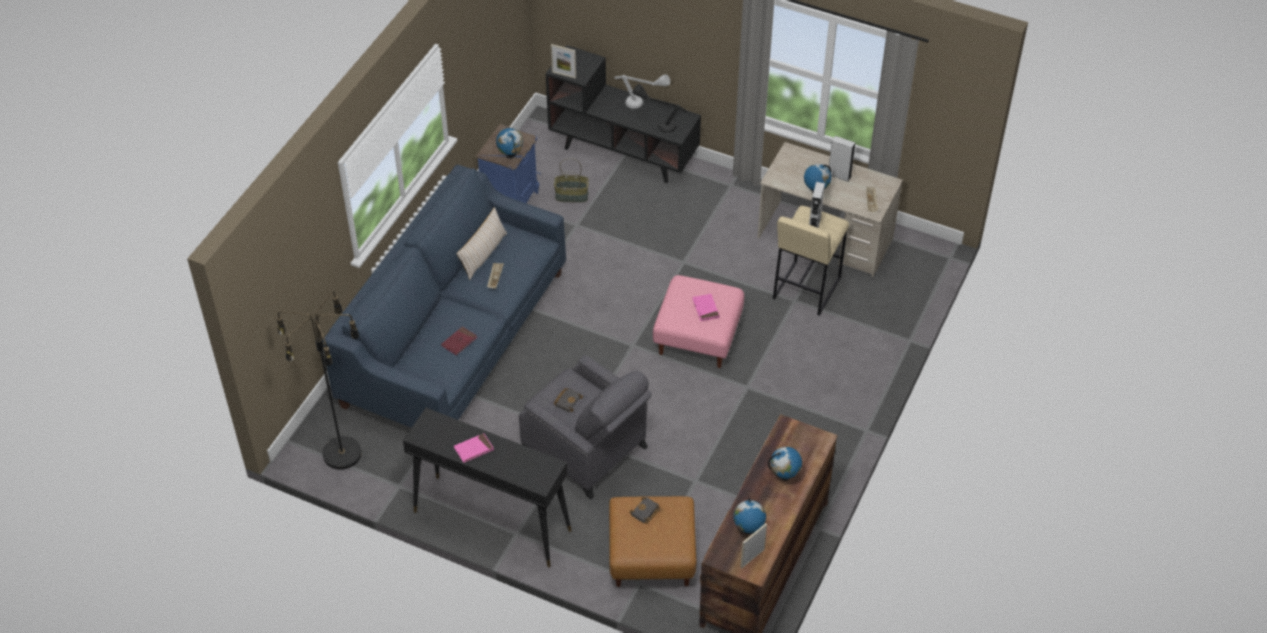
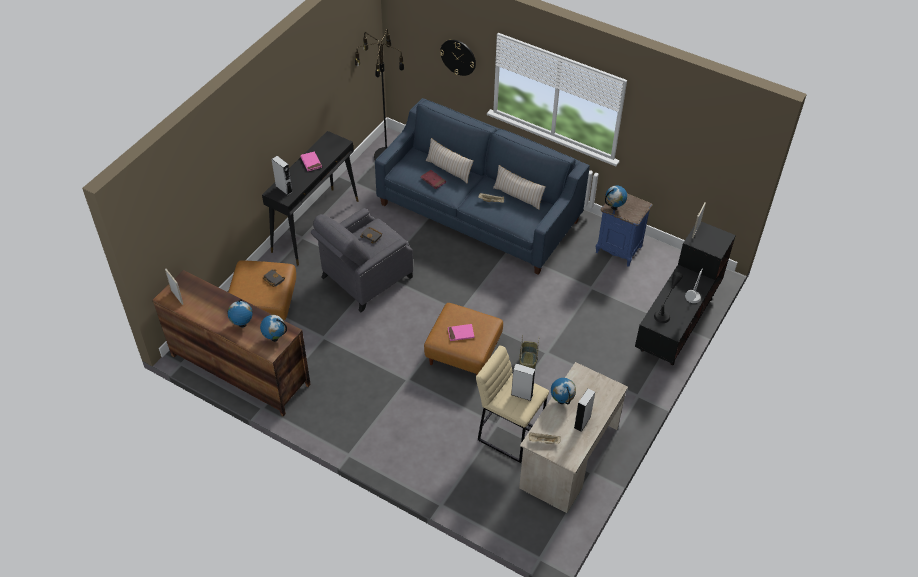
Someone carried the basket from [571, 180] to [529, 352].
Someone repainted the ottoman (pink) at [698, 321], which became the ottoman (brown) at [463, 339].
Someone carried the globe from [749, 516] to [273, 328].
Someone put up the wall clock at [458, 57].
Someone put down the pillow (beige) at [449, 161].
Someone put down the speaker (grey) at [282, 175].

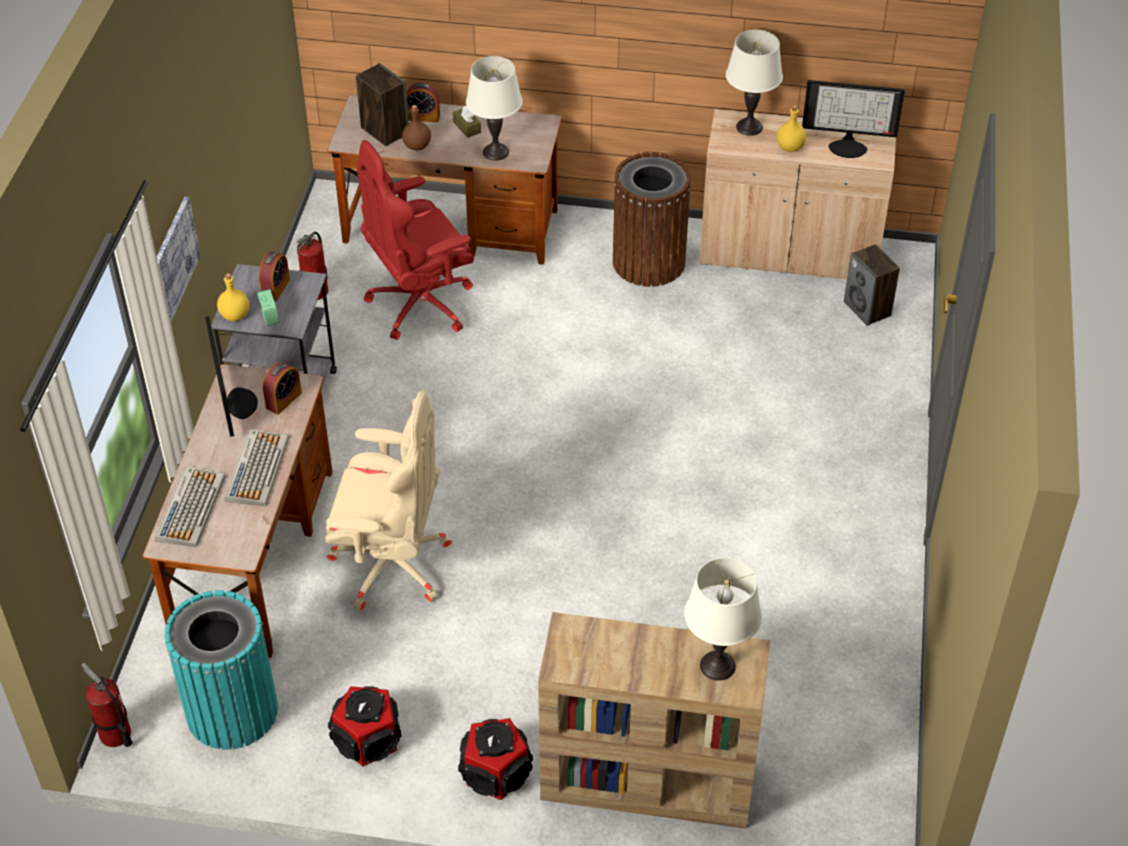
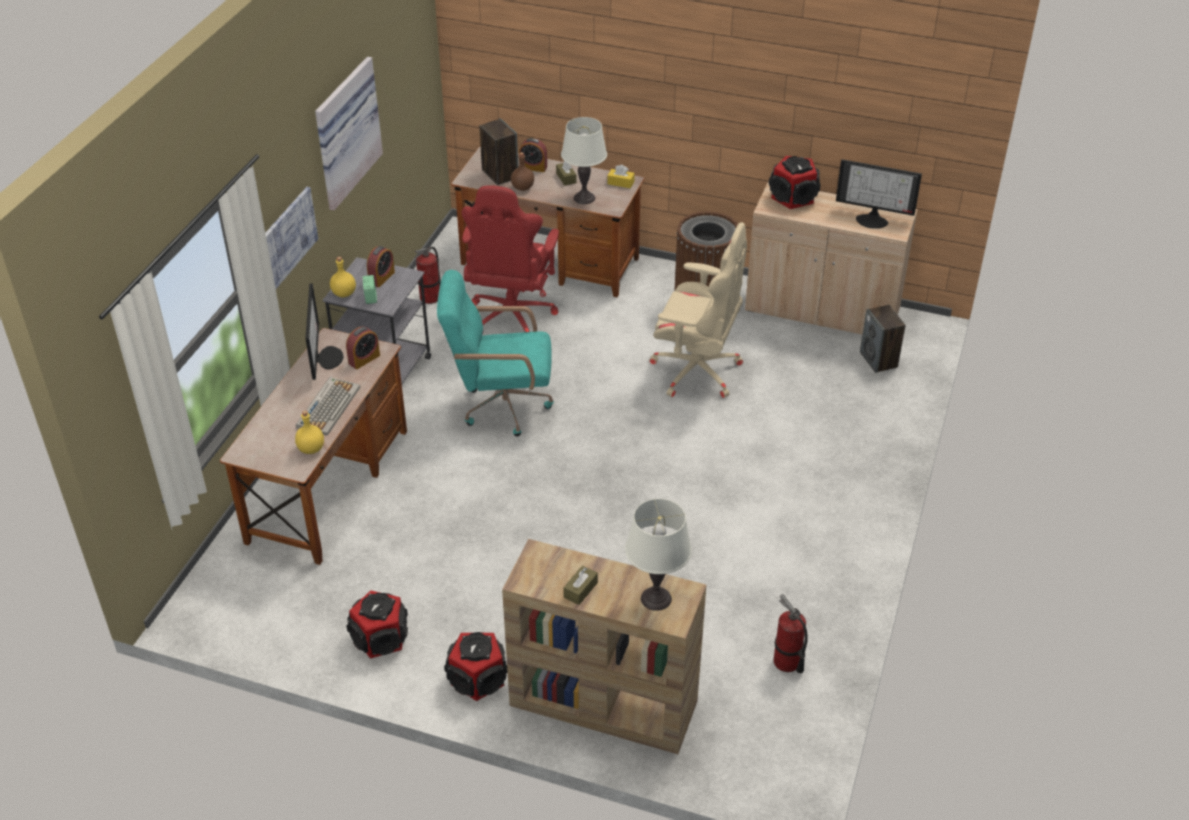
Someone swapped the table lamp (white) at [754, 83] for the speaker at [795, 182].
Someone carried the bottle (yellow) from [791, 128] to [309, 432].
Someone rotated the office chair (red) at [415, 240] by 60 degrees counterclockwise.
Someone carried the office chair (beige) from [388, 500] to [698, 310].
Someone took away the keyboard at [190, 506].
Someone took away the trash can (turquoise) at [221, 670].
Someone carried the fire extinguisher from [107, 705] to [791, 633].
Someone put up the picture at [349, 133].
Someone put down the tissue box (yellow) at [621, 176].
Someone put down the office chair (turquoise) at [495, 353].
Someone put down the tissue box (brown) at [580, 585].

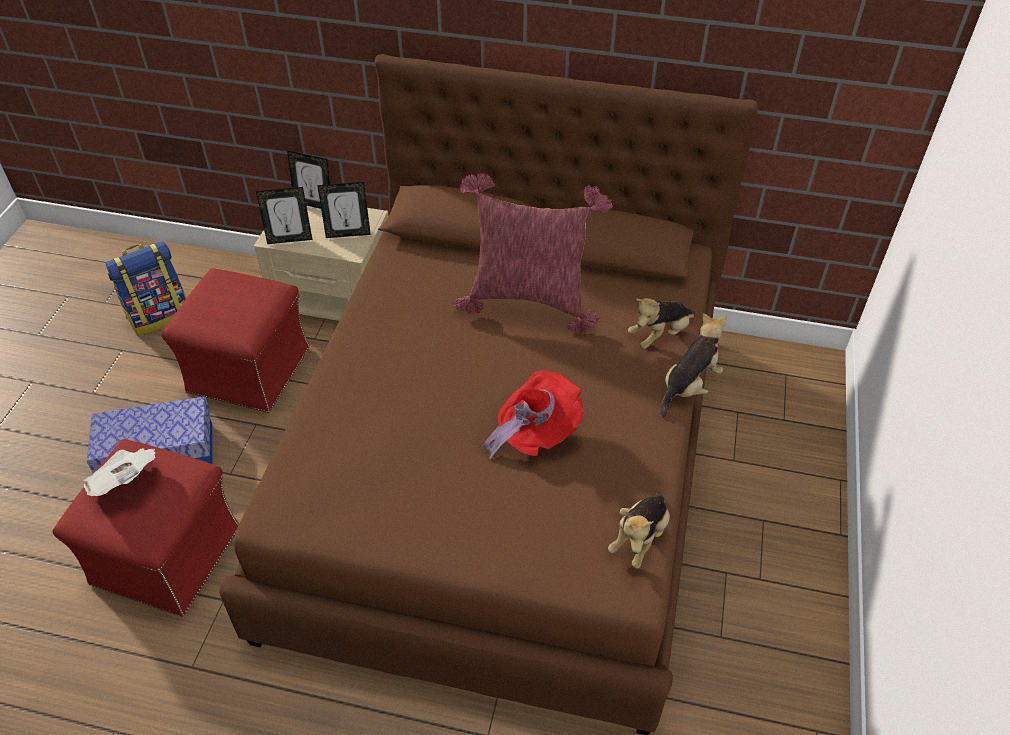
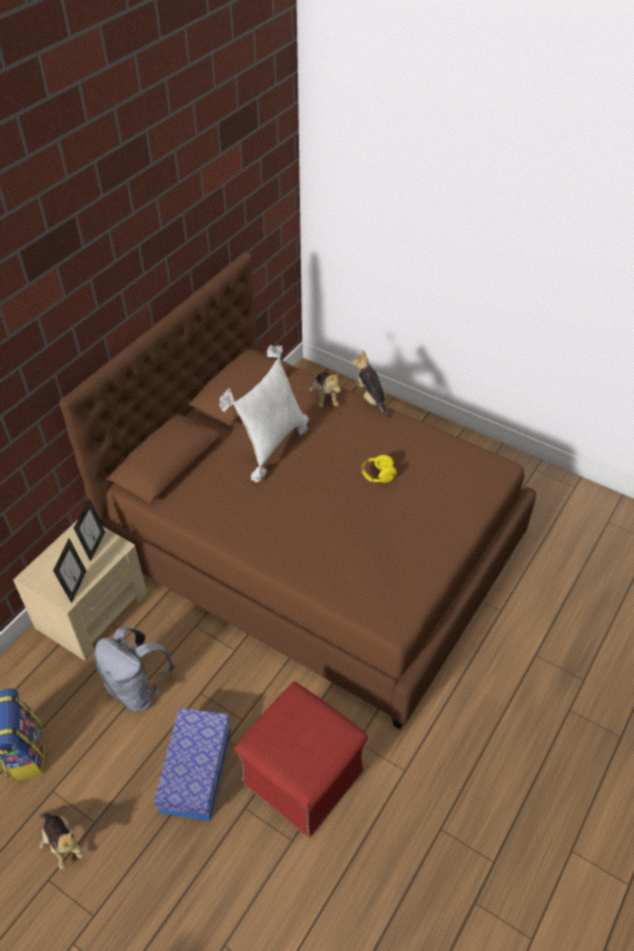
Someone took away the picture frame at [308, 179].
Someone repainted the pillow (red) at [532, 253], which became the pillow (white) at [264, 414].
Someone swapped the ottoman (red) at [235, 340] for the backpack (grey) at [134, 669].
Someone swapped the hat (red) at [532, 415] for the headphones (yellow) at [379, 469].
Someone took away the newspaper at [119, 472].
Someone carried the plush toy from [639, 530] to [61, 841].

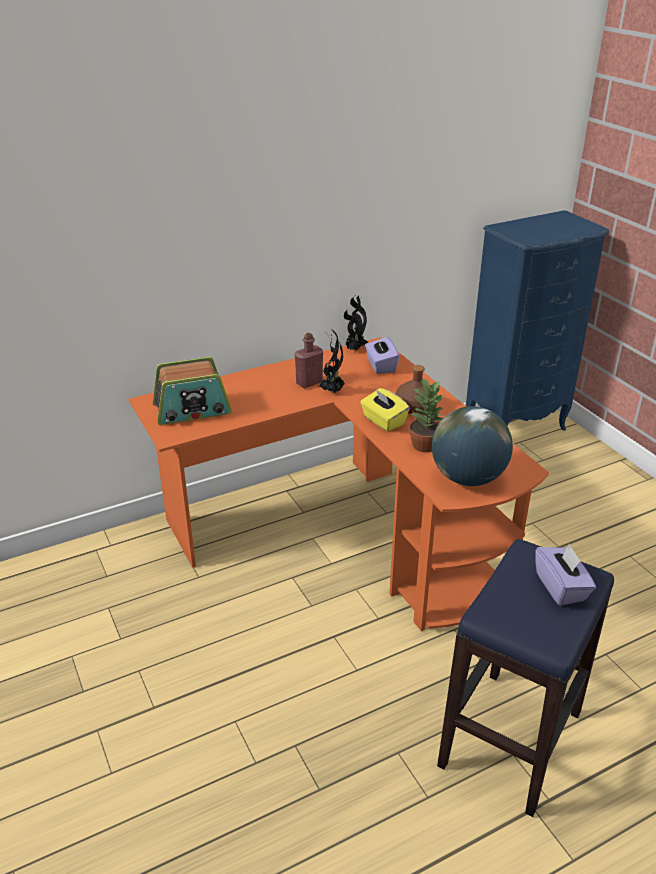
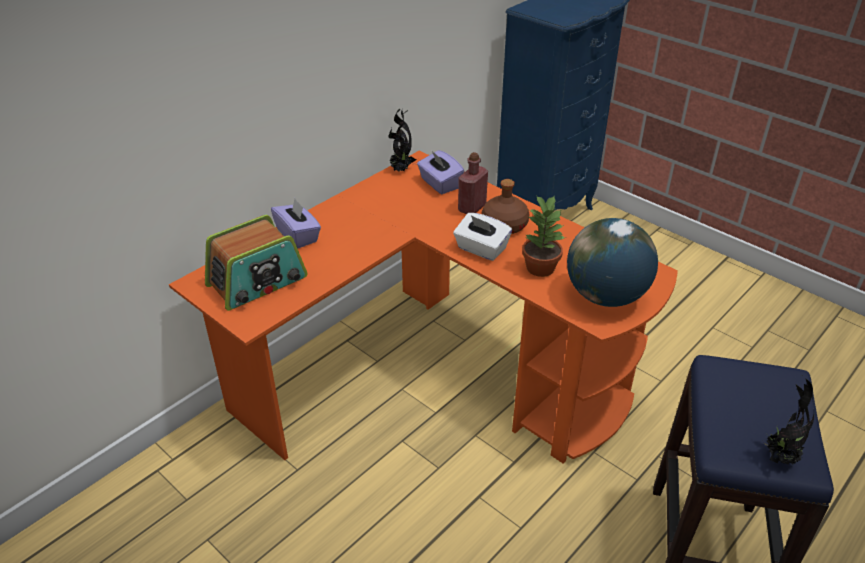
Someone carried the potted plant from [332, 361] to [788, 420].
Someone carried the bottle (red) from [309, 360] to [473, 183].
Someone repainted the tissue box (yellow) at [384, 410], which became the tissue box (white) at [482, 237].
Someone carried the tissue box (purple) from [565, 574] to [296, 224].

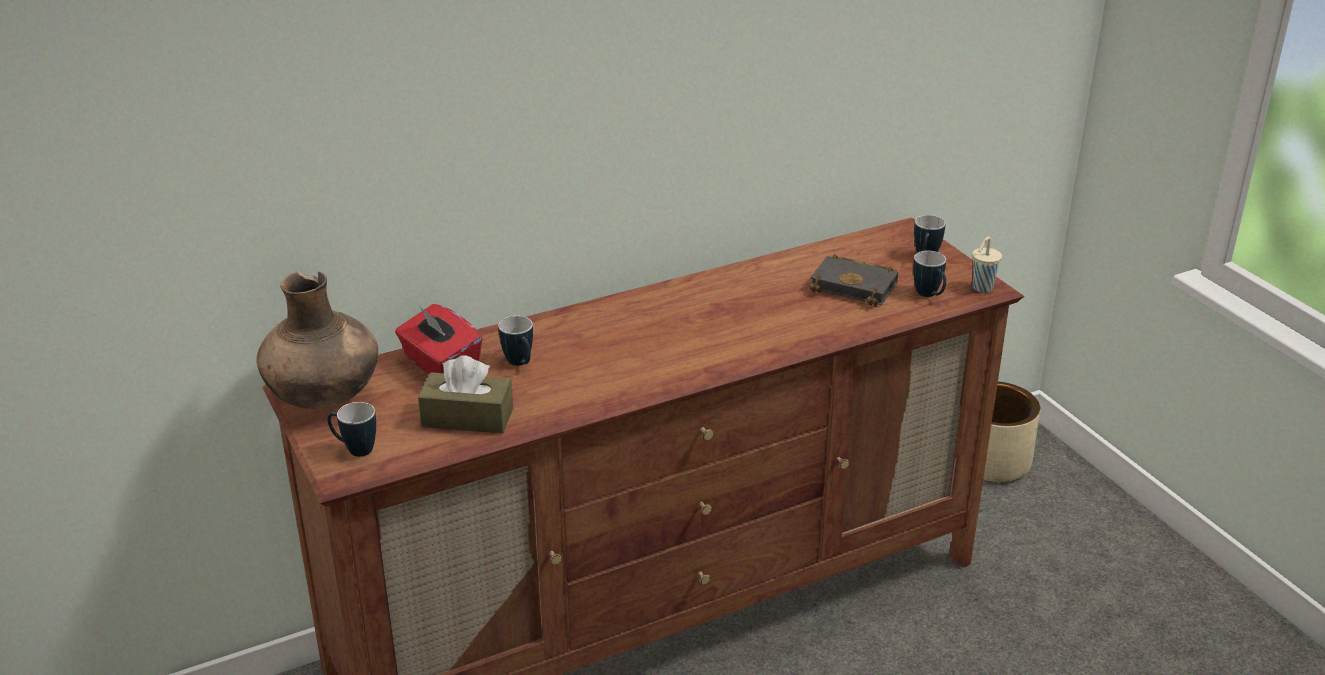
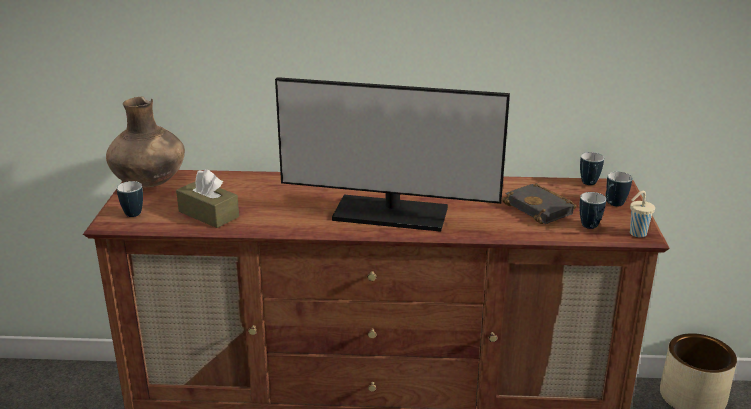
Someone took away the tissue box (red) at [438, 339].
Someone carried the mug from [515, 341] to [592, 168].
Someone put down the monitor at [392, 154].

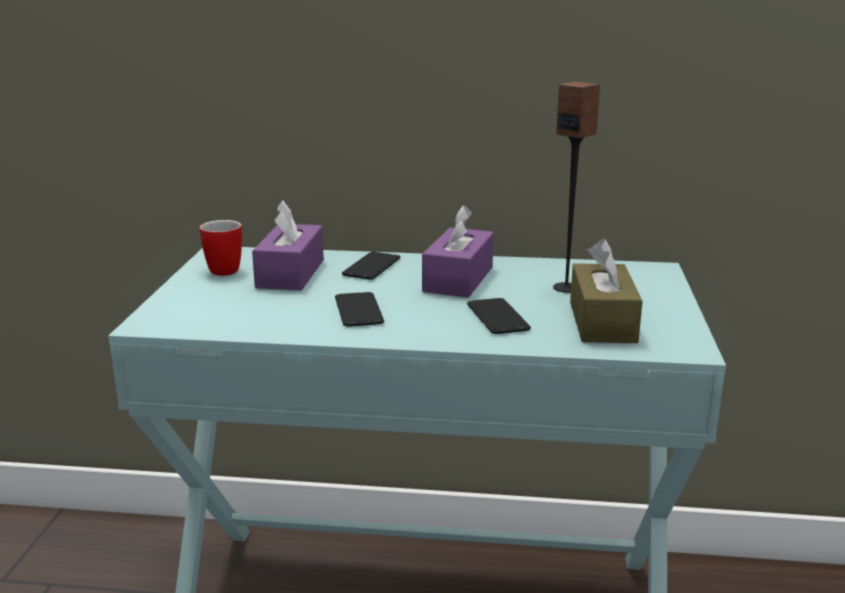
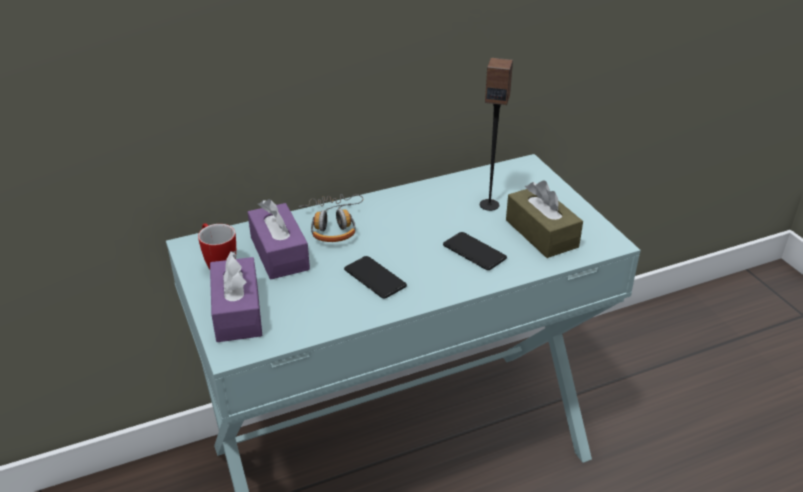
Someone carried the tissue box (purple) from [458, 251] to [236, 296].
Someone swapped the phone at [371, 266] for the headphones at [331, 218].

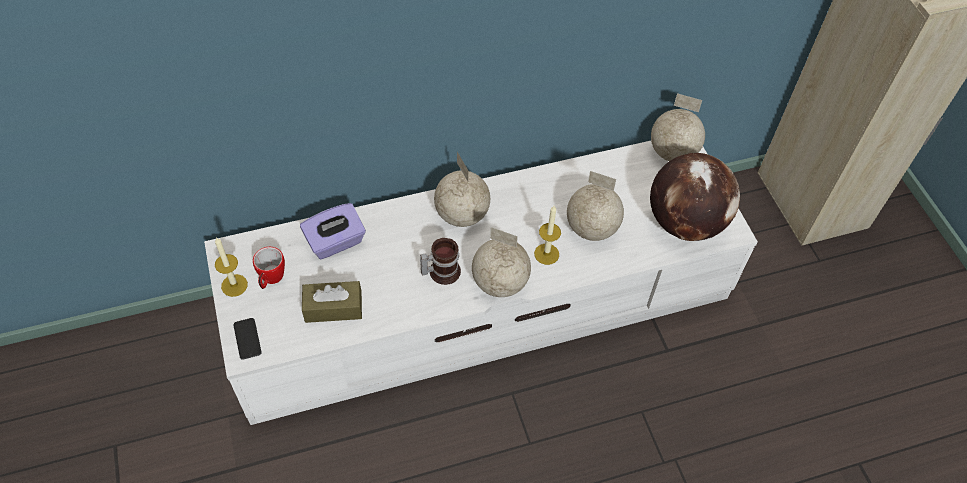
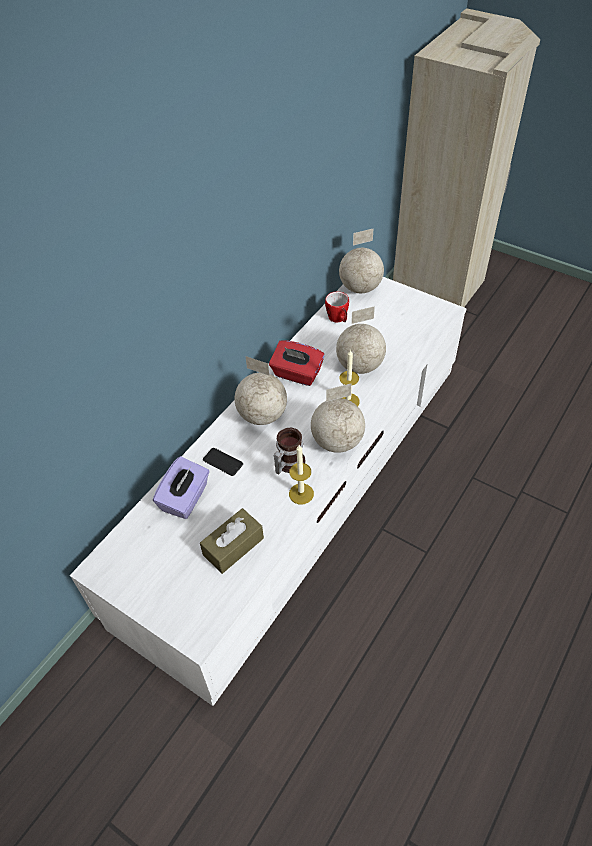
Someone took away the globe at [695, 197].
Someone carried the candle from [231, 267] to [301, 474].
Someone carried the mug from [269, 268] to [337, 307].
Someone carried the phone from [248, 339] to [223, 462].
Someone put down the tissue box (red) at [297, 363].

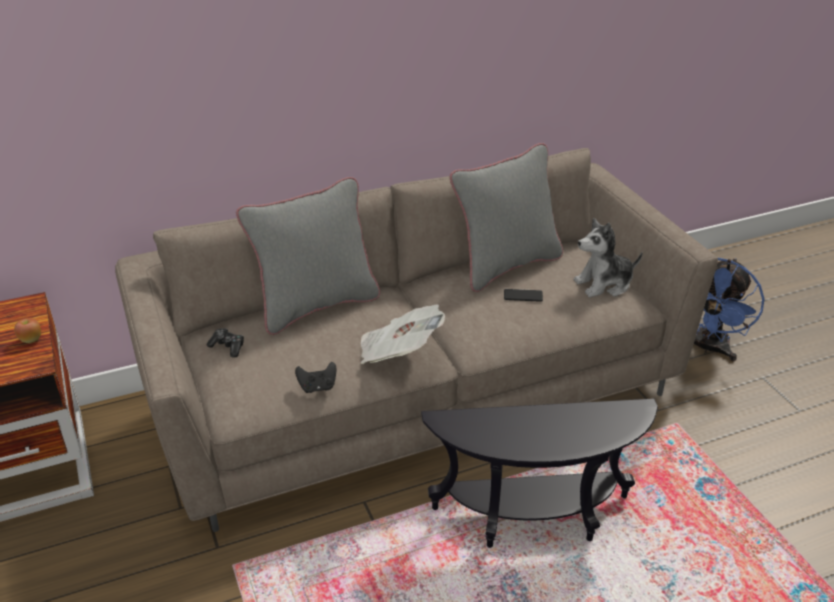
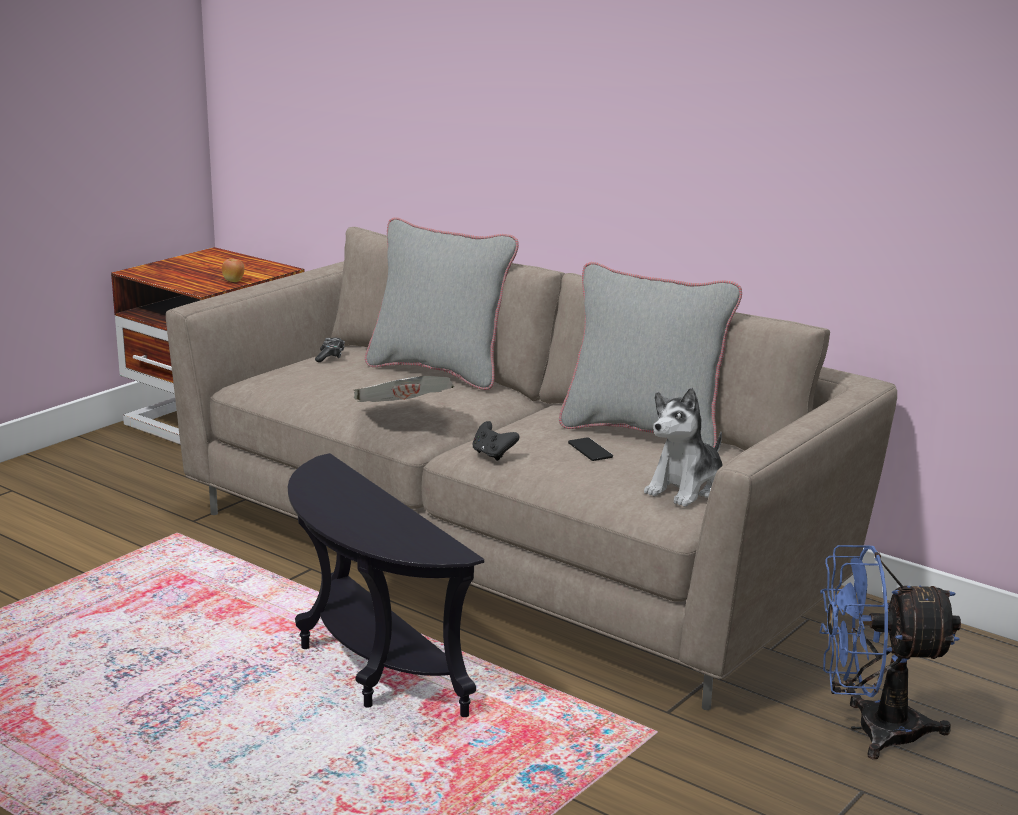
Someone rotated the plush toy at [608, 257] by 90 degrees counterclockwise.
Someone carried the game controller (black) from [316, 377] to [496, 441].

